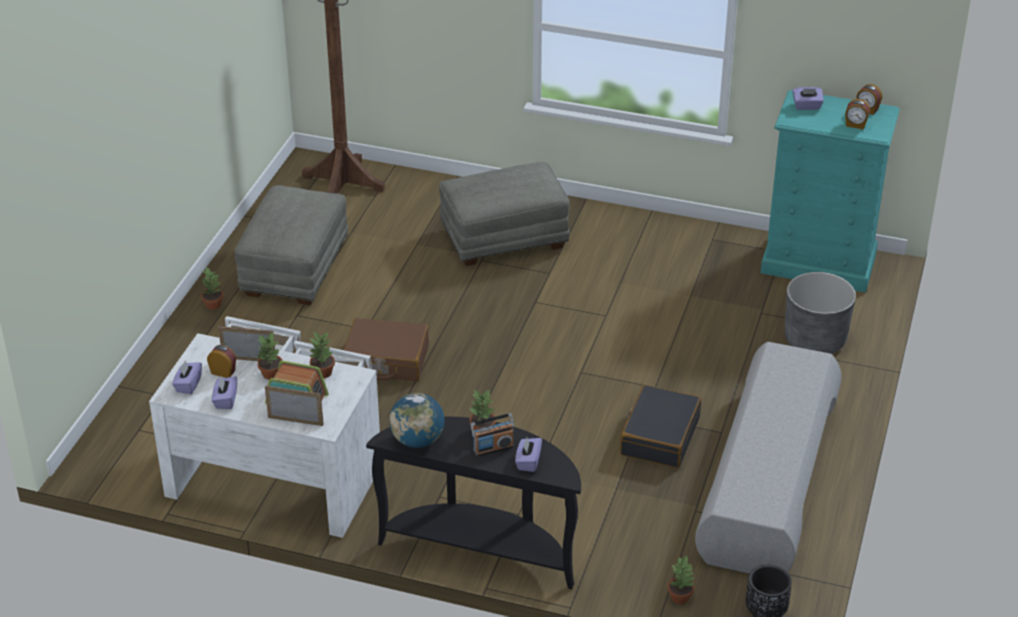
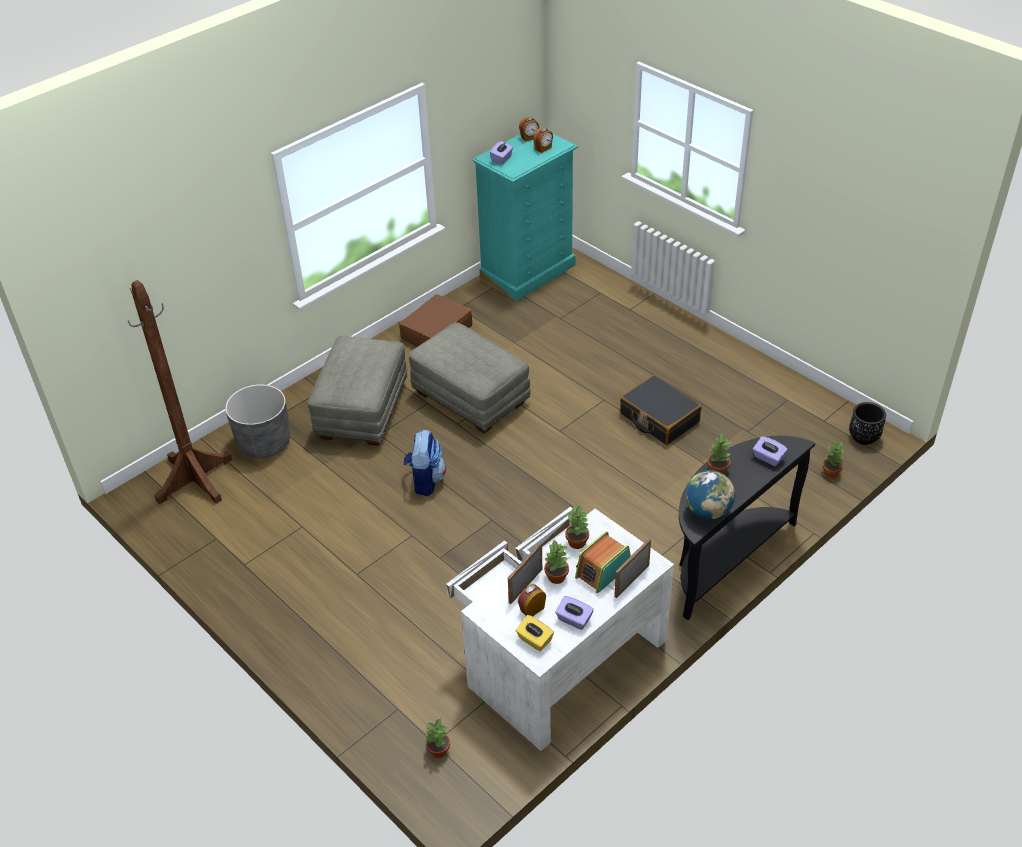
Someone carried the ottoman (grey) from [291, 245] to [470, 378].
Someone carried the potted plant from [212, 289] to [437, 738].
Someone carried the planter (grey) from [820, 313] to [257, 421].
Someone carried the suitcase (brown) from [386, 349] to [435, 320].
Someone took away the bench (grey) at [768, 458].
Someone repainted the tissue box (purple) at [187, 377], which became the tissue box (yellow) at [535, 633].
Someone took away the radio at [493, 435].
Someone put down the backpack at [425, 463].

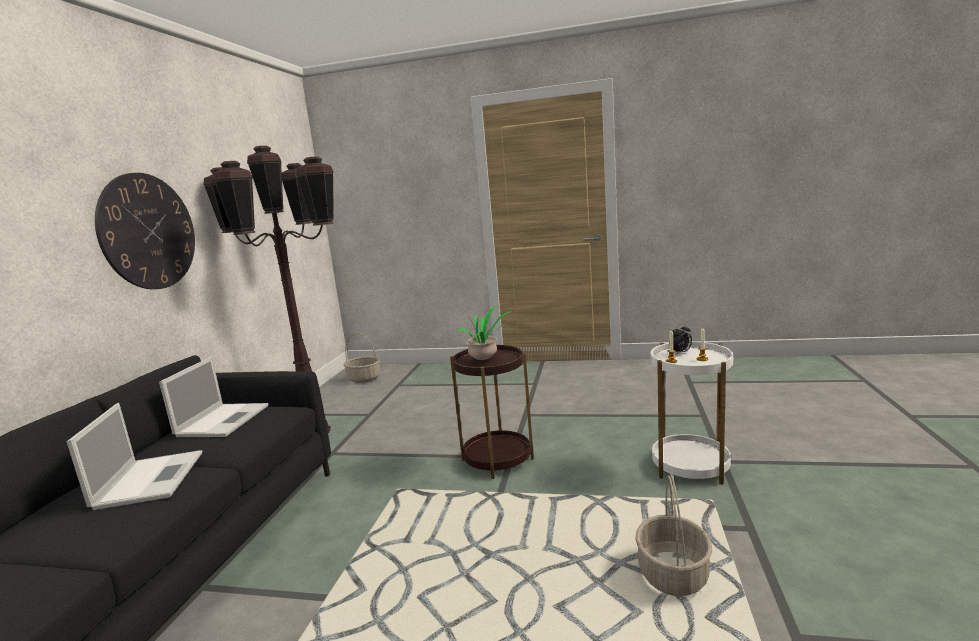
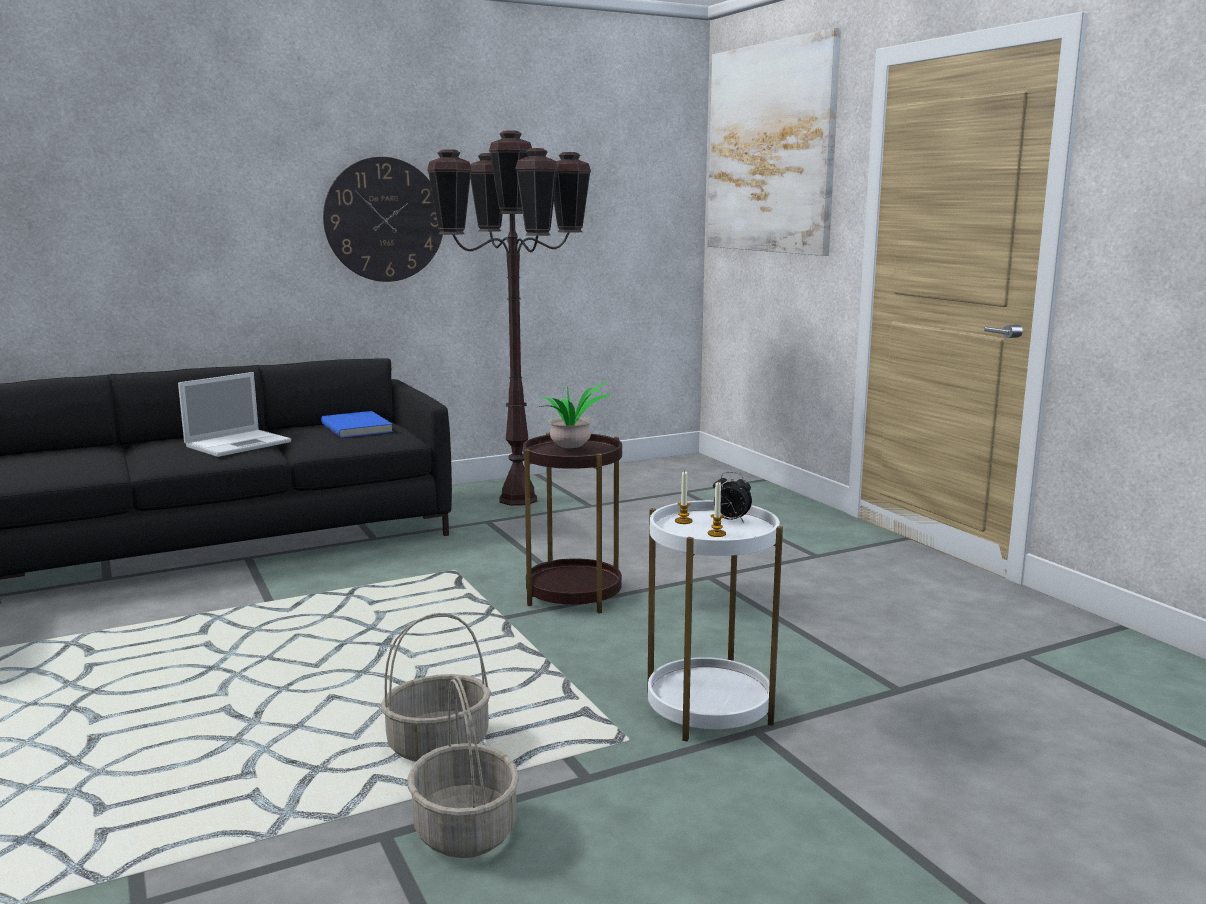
Someone carried the basket from [362, 358] to [463, 767].
Someone swapped the laptop at [213, 397] for the book (blue) at [357, 424].
Someone put up the picture at [774, 142].

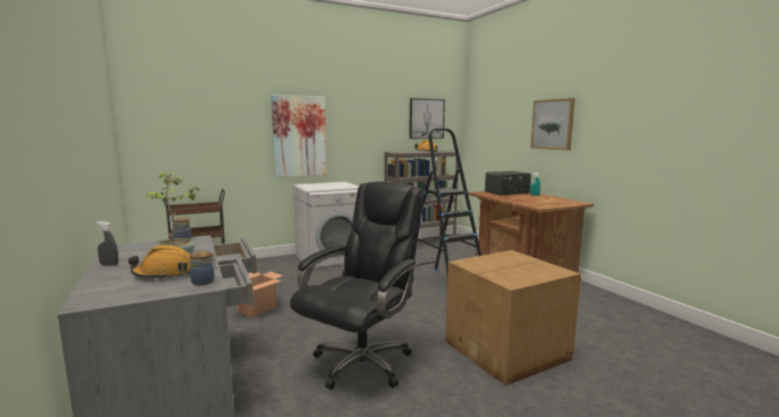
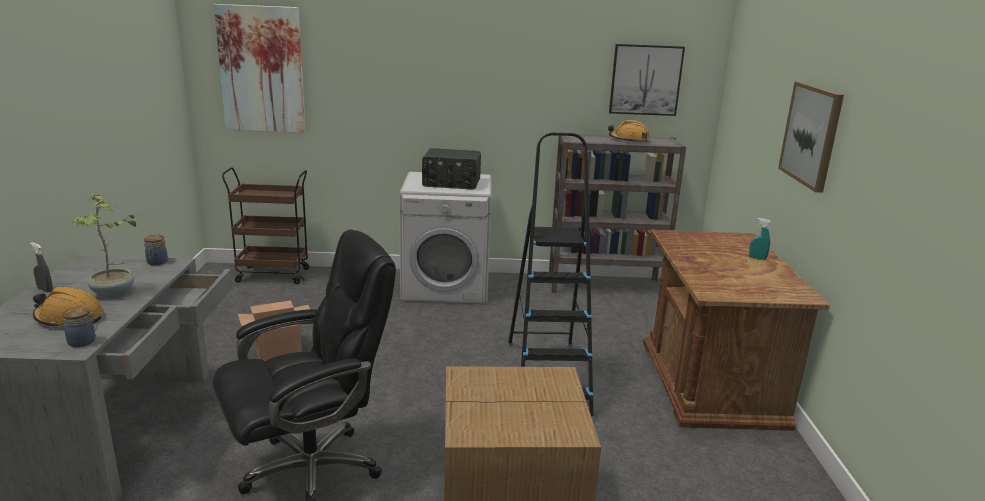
Someone carried the picture from [299, 136] to [260, 68].
Someone carried the radio from [508, 183] to [451, 169].

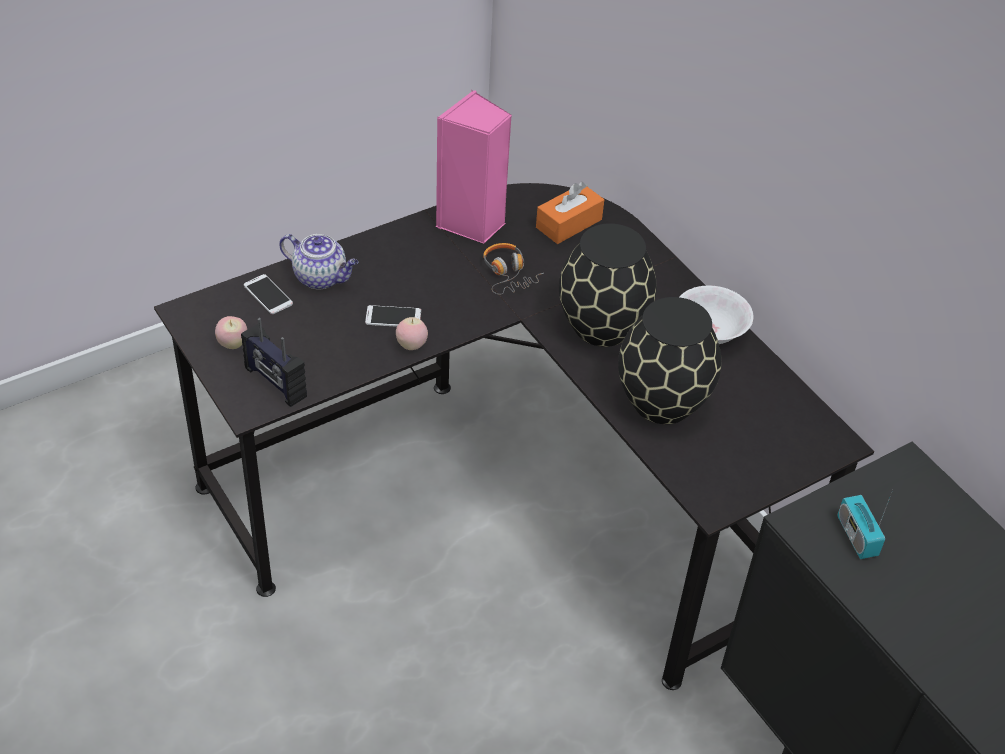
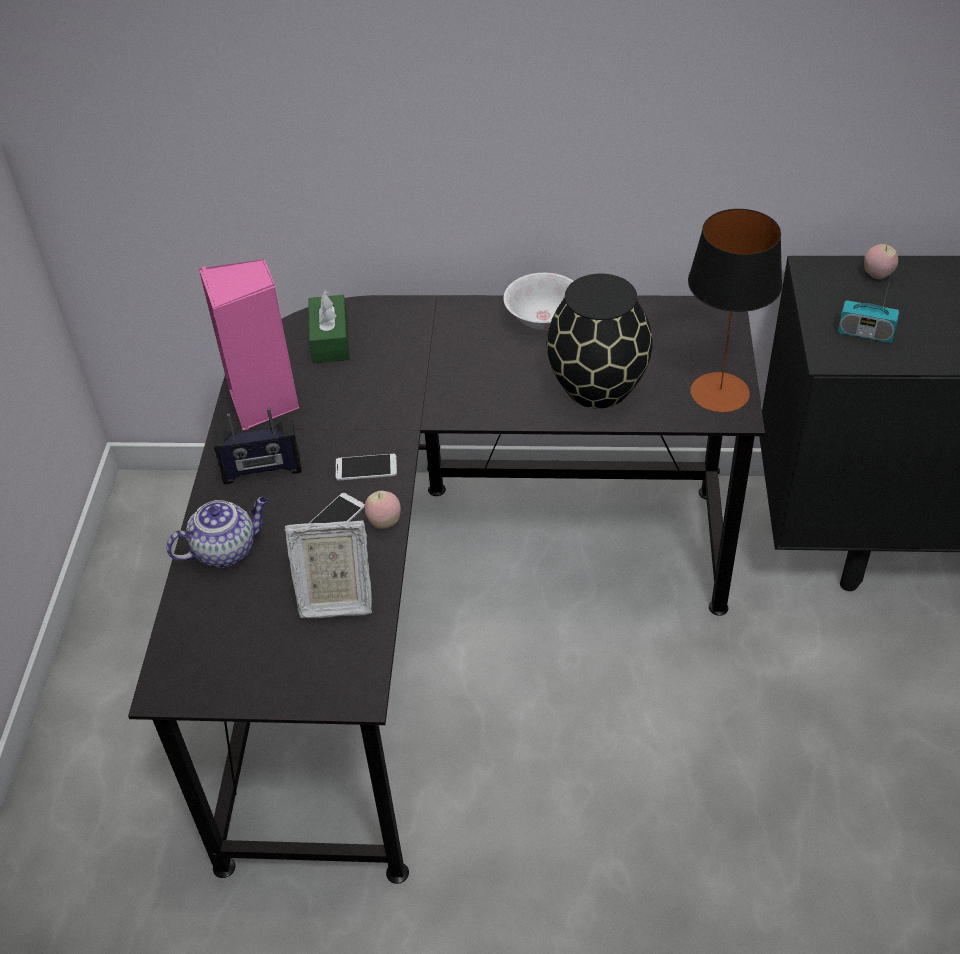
Someone repainted the tissue box (orange) at [570, 213], which became the tissue box (green) at [329, 326].
Someone took away the vase (black) at [608, 285].
Someone took away the headphones at [513, 269].
Someone carried the phone from [268, 294] to [366, 467].
Someone carried the apple from [231, 332] to [881, 261].
Someone carried the radio from [274, 362] to [257, 446].
Someone put down the table lamp at [735, 310].
Someone put down the picture frame at [328, 569].

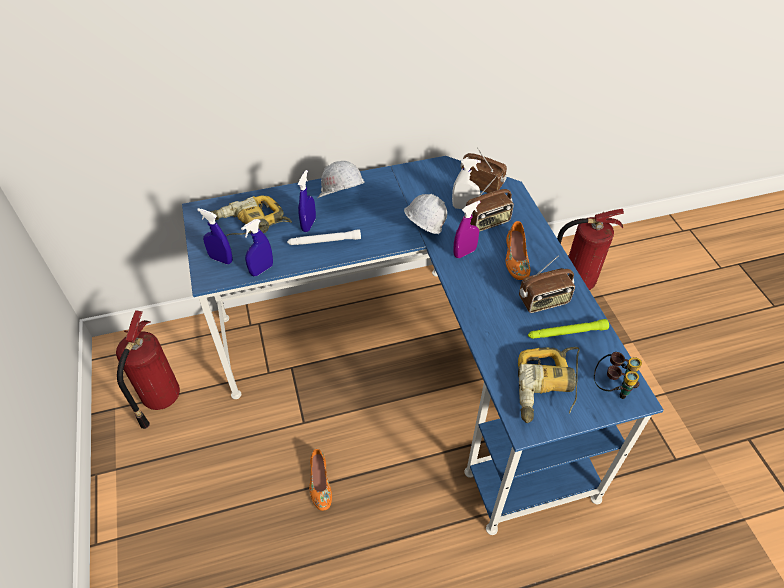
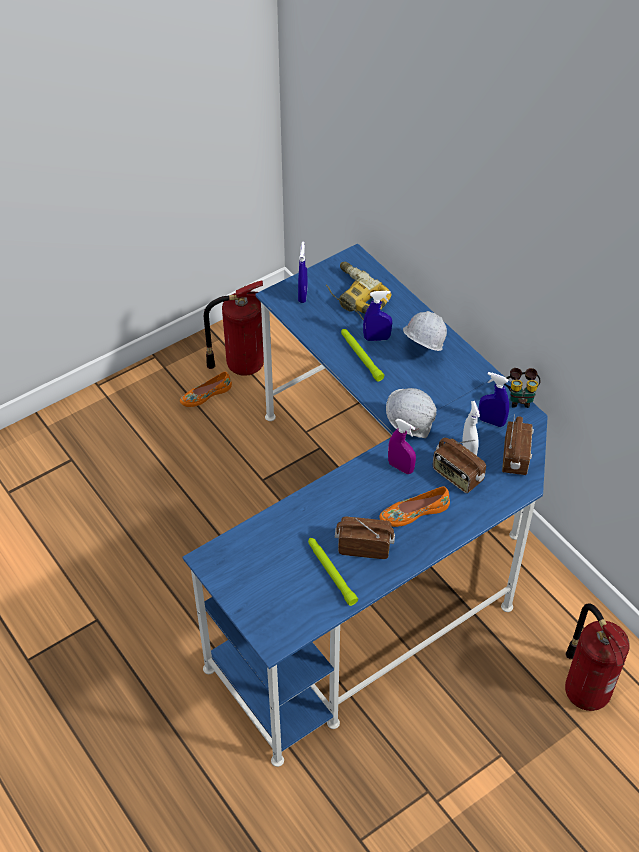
Someone carried the spray bottle (blue) from [257, 247] to [494, 399].
Someone repainted the flashlight (white) at [324, 237], which became the flashlight (green) at [362, 355].
Someone rotated the radio at [547, 284] by 135 degrees clockwise.
Someone took away the power drill at [549, 385].
Someone carried the binoculars from [618, 375] to [522, 388].
Someone carried the shoe (orange) from [320, 480] to [206, 389].

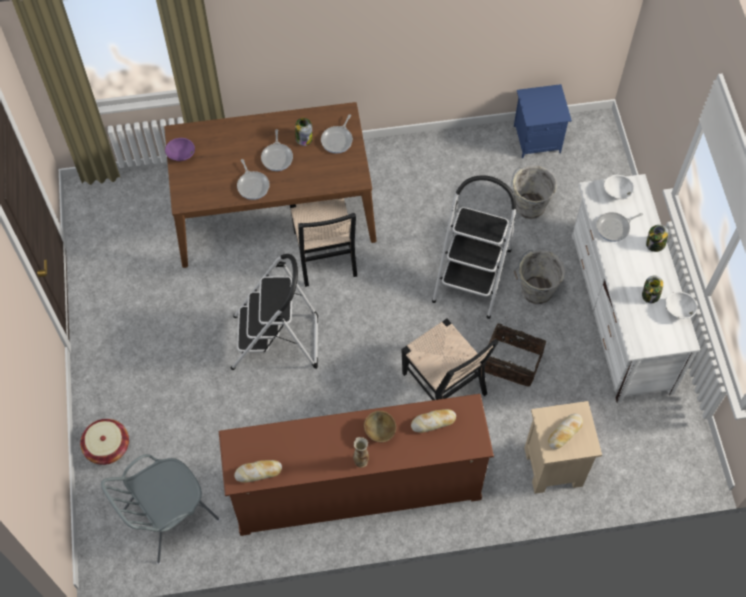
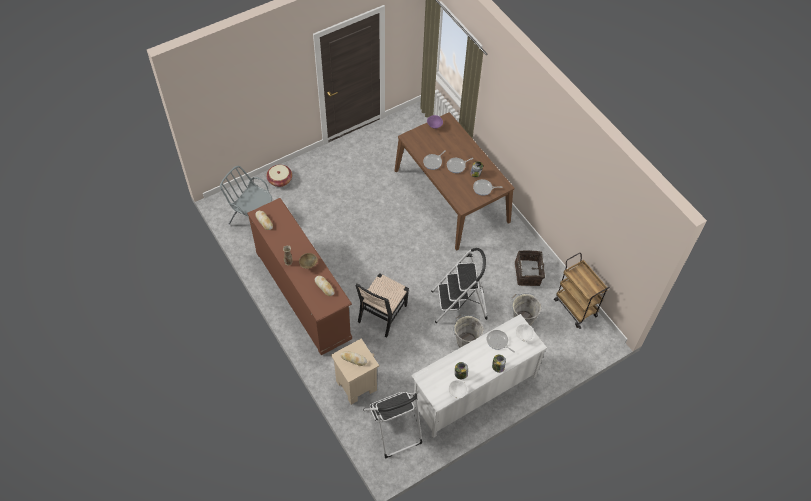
Someone swapped the nightstand (blue) at [543, 121] for the cart (brown) at [582, 291].
Someone took away the chair at [323, 242].
Someone carried the step ladder from [274, 312] to [392, 425].
Someone carried the basket from [515, 355] to [532, 268].

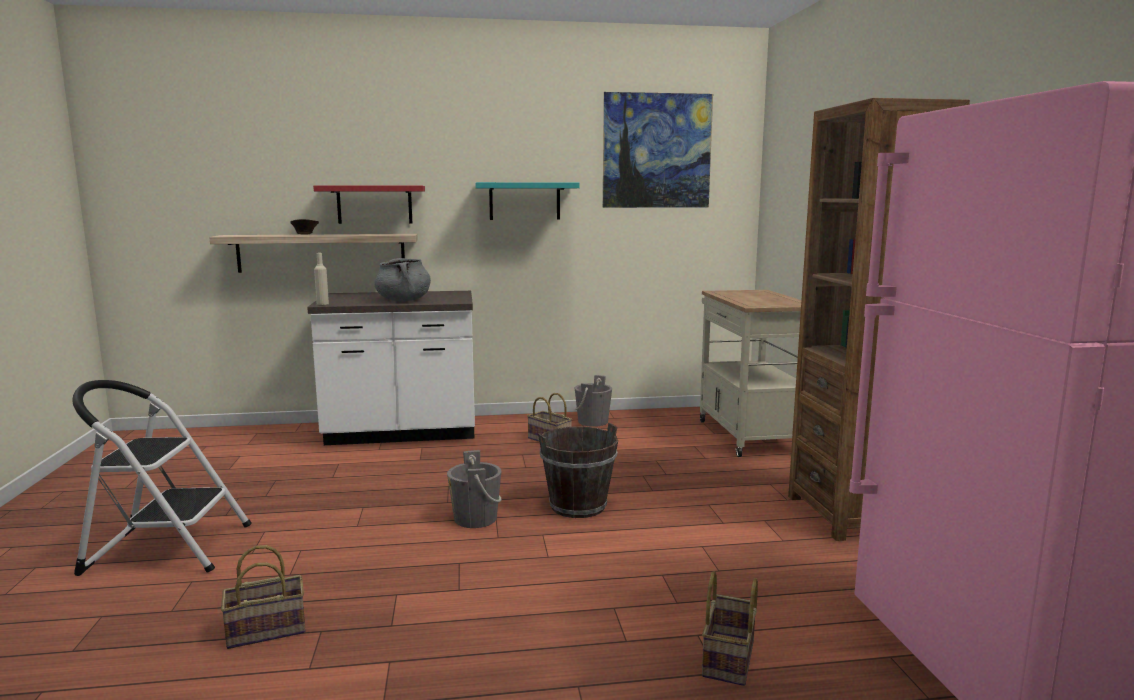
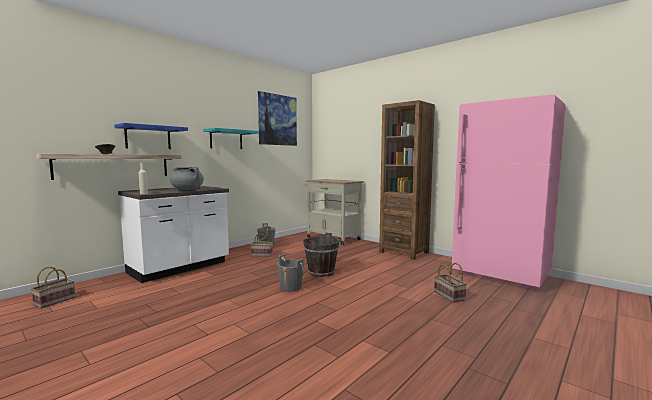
Someone repainted the shelf (red) at [369, 204], which became the shelf (blue) at [151, 136].
Someone took away the step ladder at [162, 478].
Someone carried the basket from [263, 597] to [53, 288].

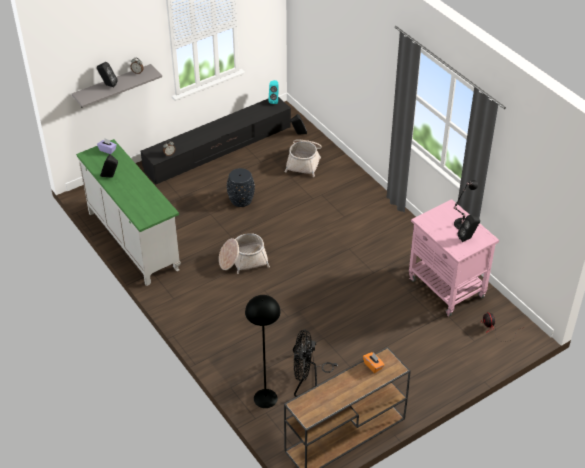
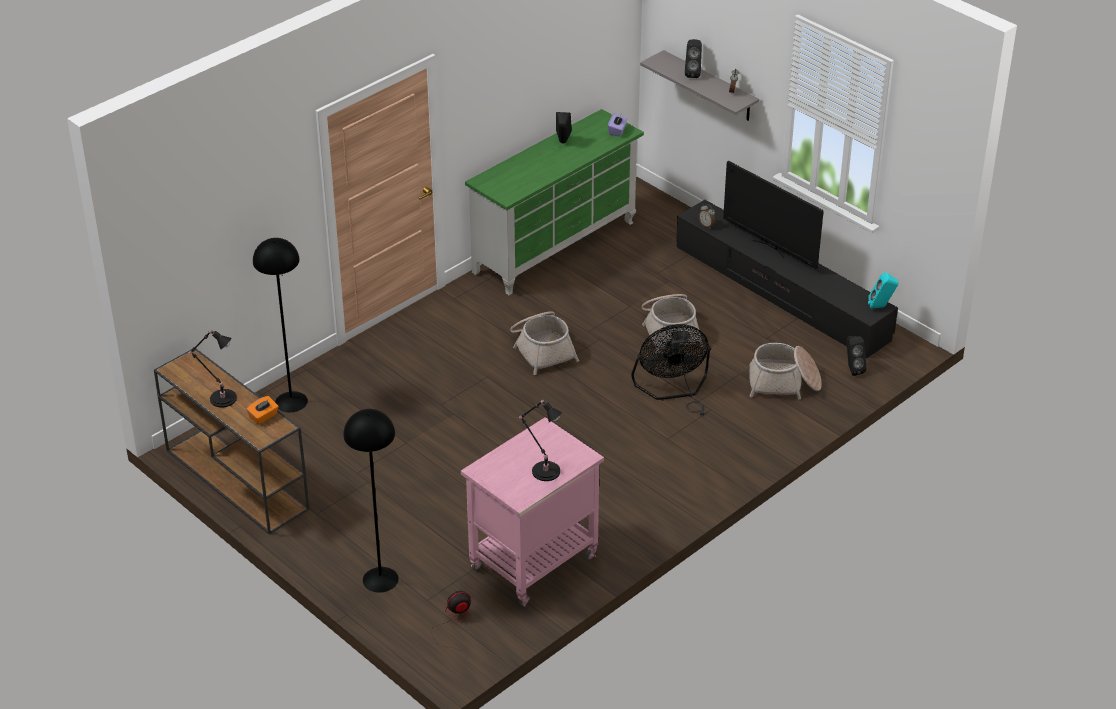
Someone swapped the stool (black) at [241, 187] for the basket at [672, 323].
Someone took away the speaker (black) at [468, 228].
Someone carried the fan (black) from [315, 363] to [671, 370].
Someone put down the television at [773, 215].
Someone put down the table lamp (black) at [213, 368].
Someone put down the floor lamp (black) at [371, 501].

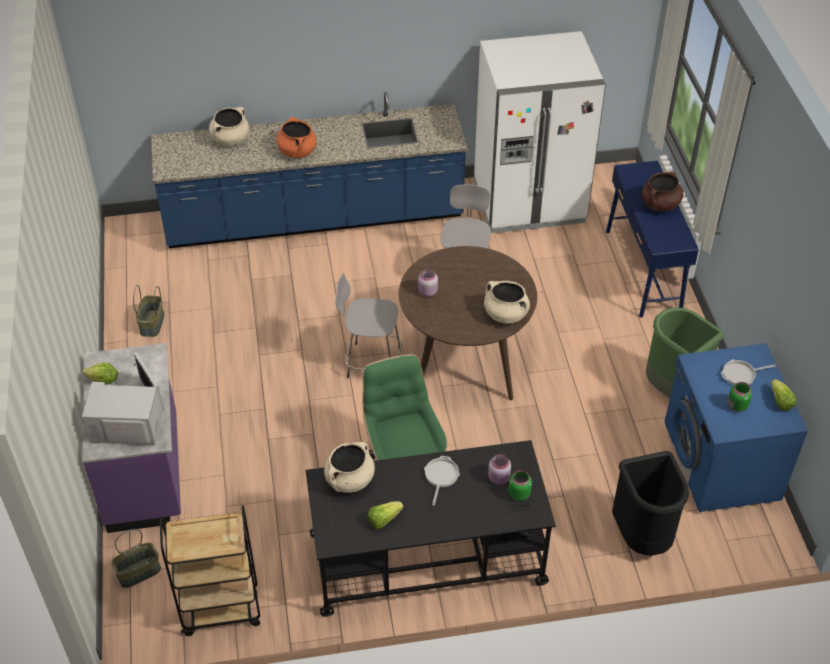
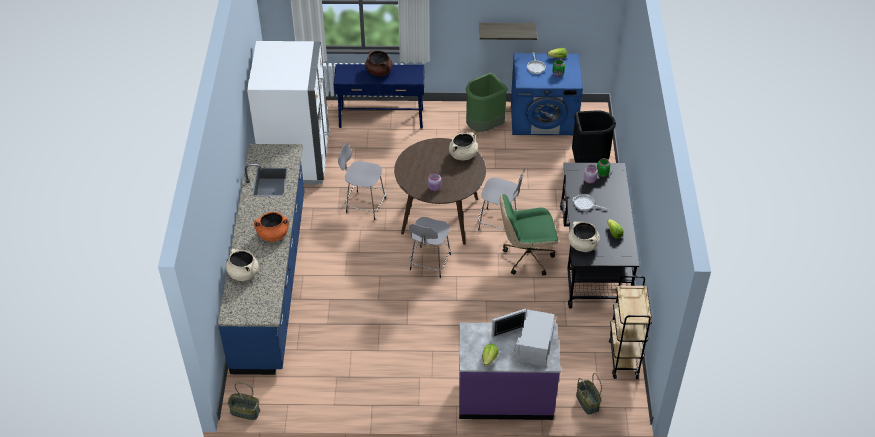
Someone carried the basket from [148, 311] to [243, 401].
Someone put up the shelf at [508, 31].
Someone put down the stool (grey) at [501, 200].

